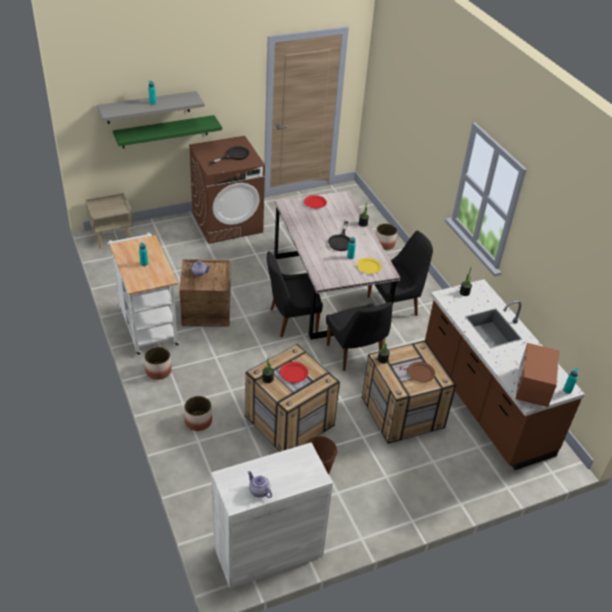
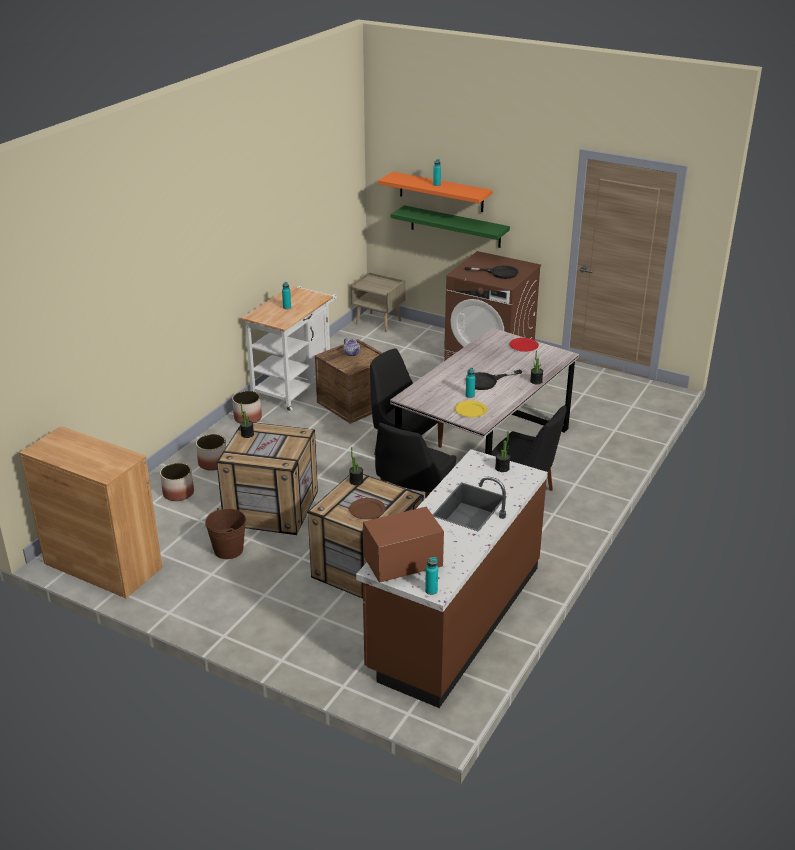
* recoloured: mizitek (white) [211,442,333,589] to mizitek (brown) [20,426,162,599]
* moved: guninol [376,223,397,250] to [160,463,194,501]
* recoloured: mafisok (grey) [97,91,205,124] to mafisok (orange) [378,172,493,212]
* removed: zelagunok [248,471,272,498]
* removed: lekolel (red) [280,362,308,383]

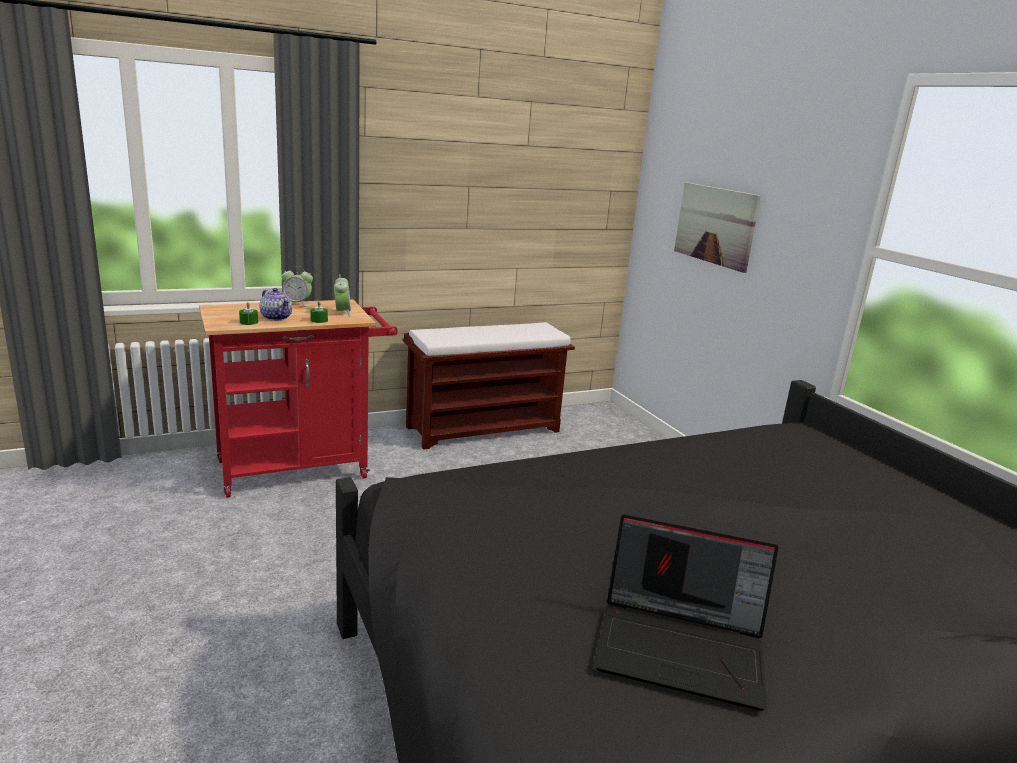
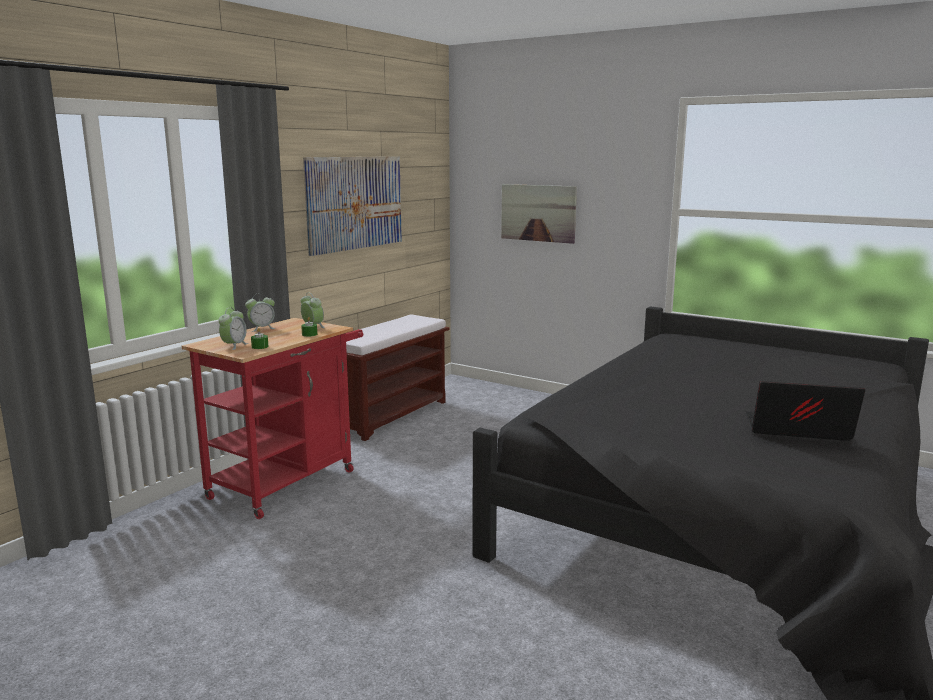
* added: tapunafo [219,307,248,350]
* added: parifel [303,156,402,256]
* turned: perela [594,515,778,711] = [745,381,866,441] 150 degrees counterclockwise
* removed: zelagunok [259,288,292,321]

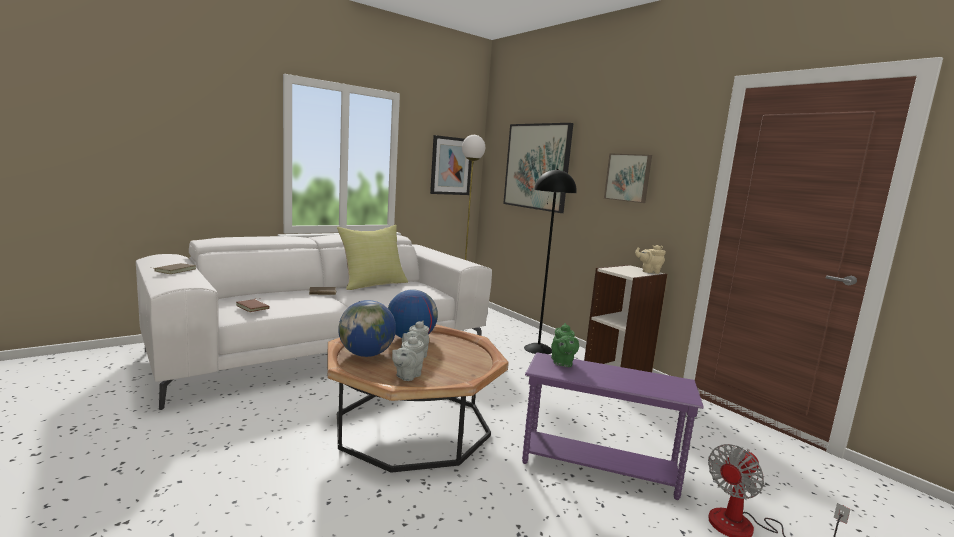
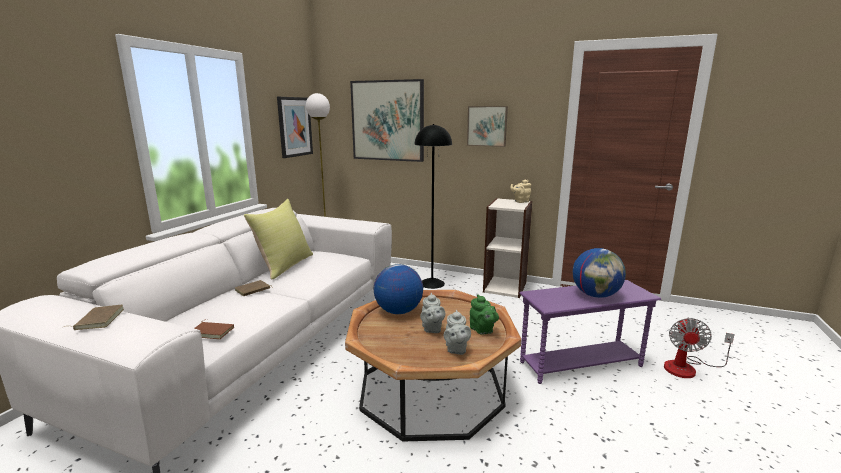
* moved: zelagunok (green) [551,323,579,367] to [470,295,499,335]
* moved: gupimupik [338,300,396,357] to [573,248,626,298]

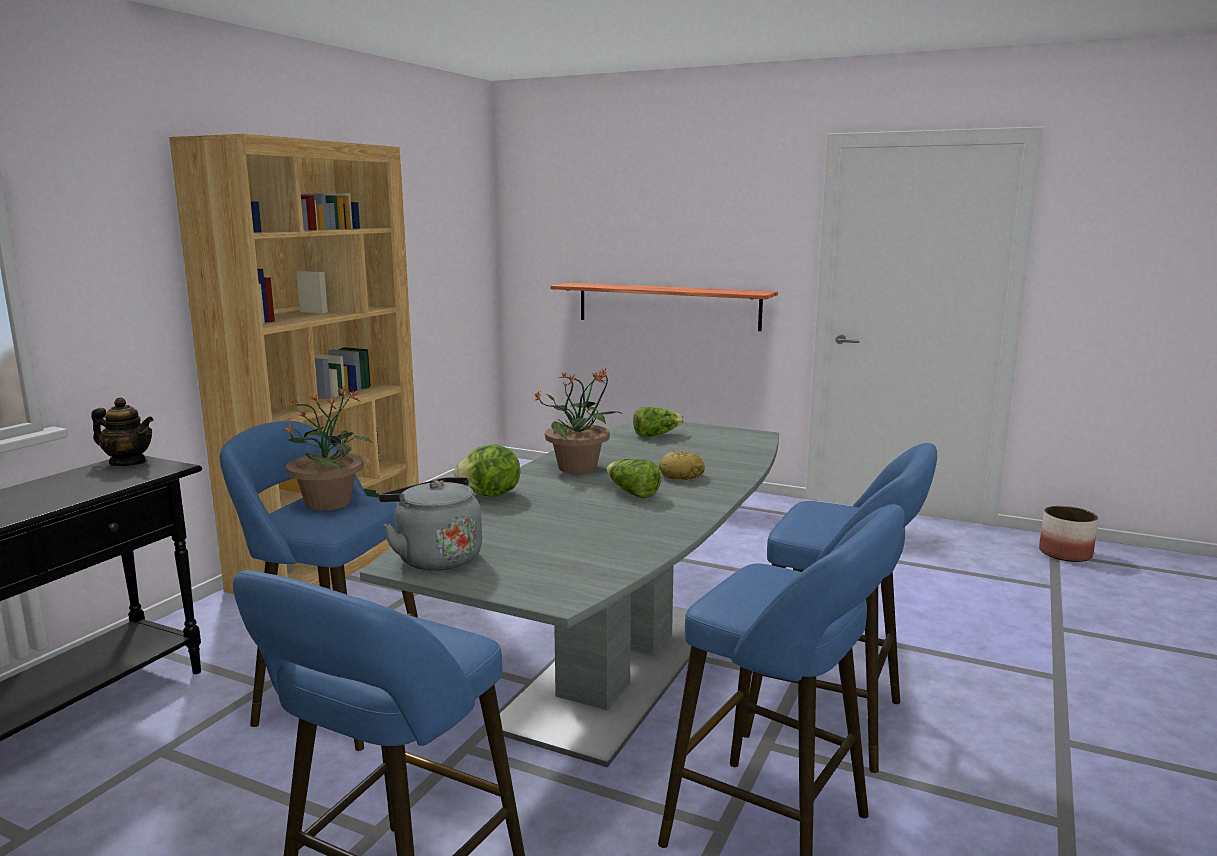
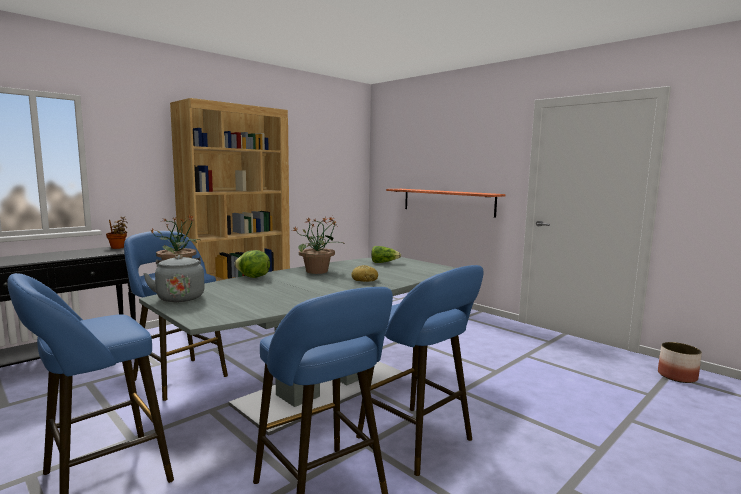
* replaced: zelagunok [92,398,154,466] to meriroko [106,217,128,249]
* removed: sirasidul [607,459,661,499]

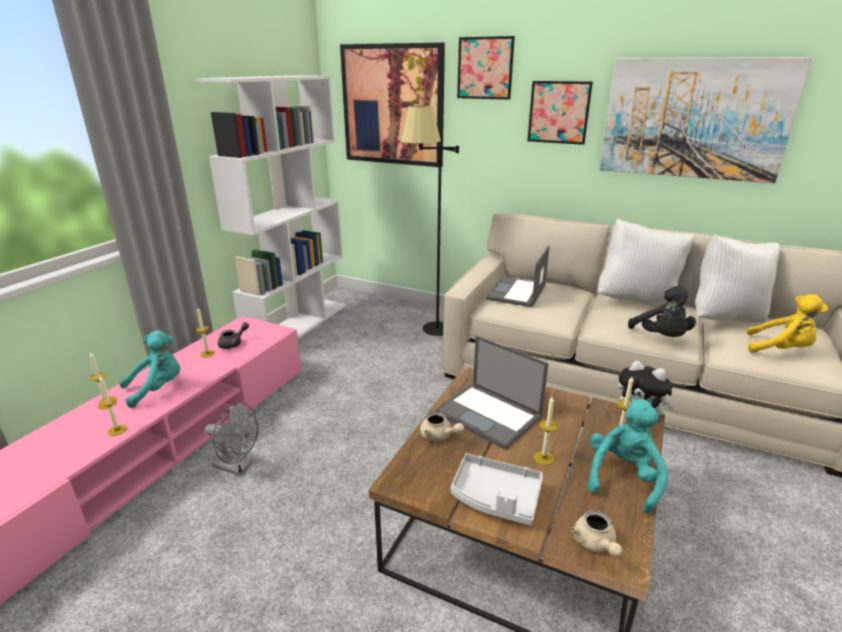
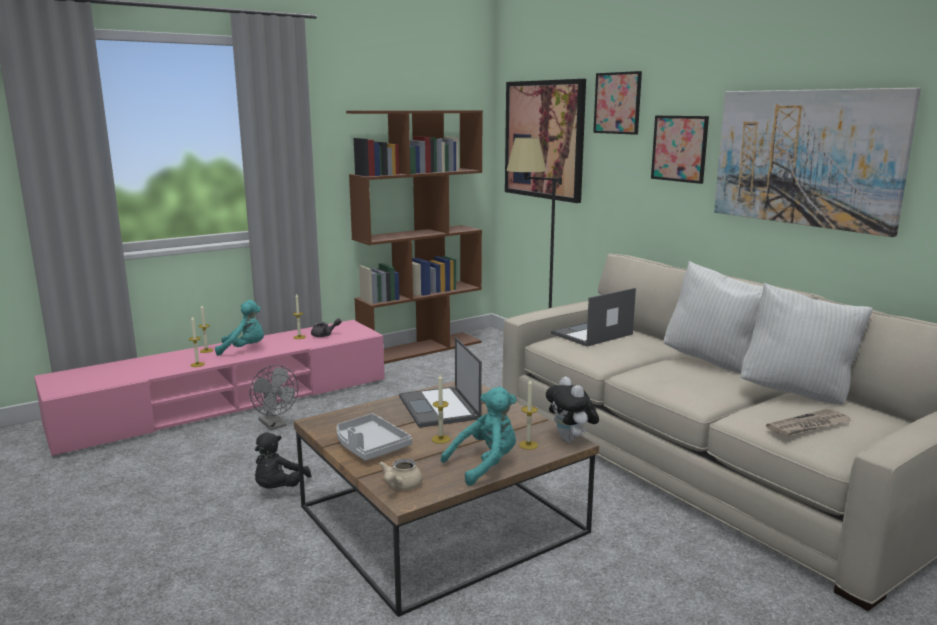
* moved: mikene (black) [628,286,696,337] to [255,432,311,489]
* recoloured: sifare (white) [195,75,346,339] to sifare (brown) [346,110,483,364]
* replaced: mikene (yellow) [746,294,828,353] to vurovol [766,409,852,436]
* removed: zelagunok (beige) [420,412,464,441]

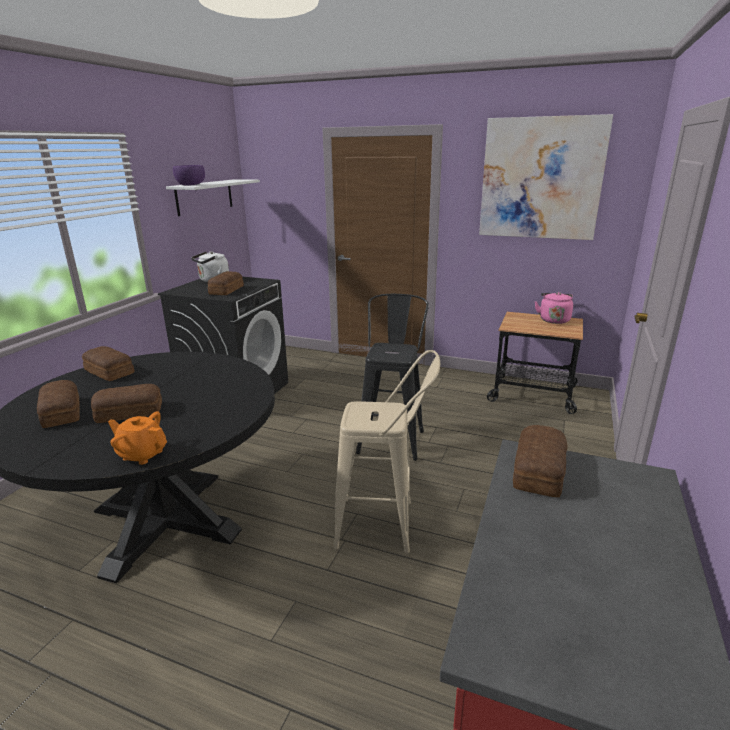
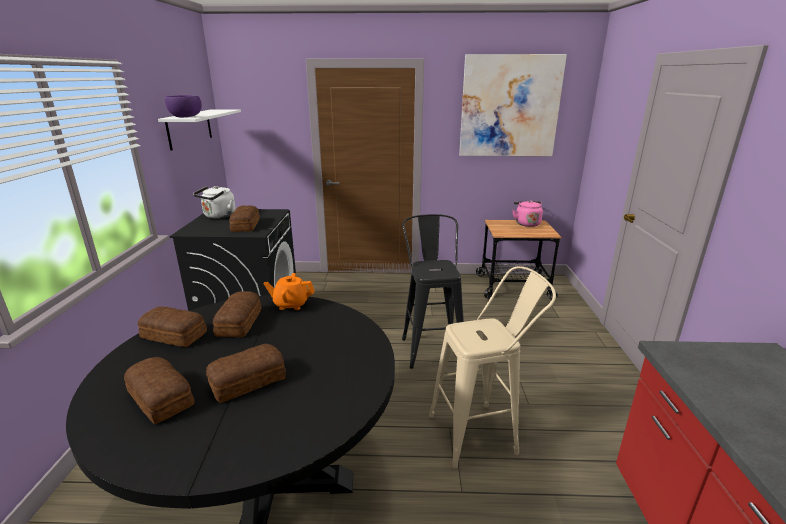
* moved: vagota [513,425,568,497] to [213,291,262,337]
* moved: zelagunok (orange) [108,411,167,465] to [264,273,315,310]

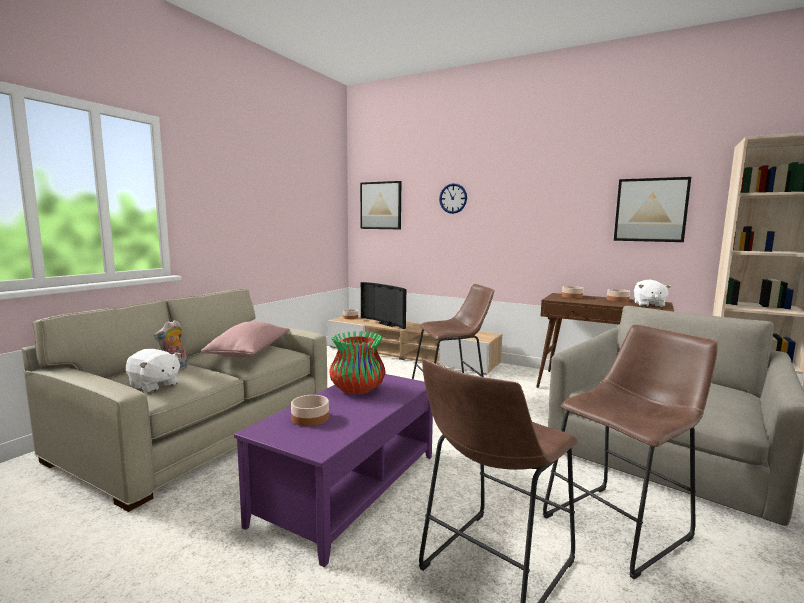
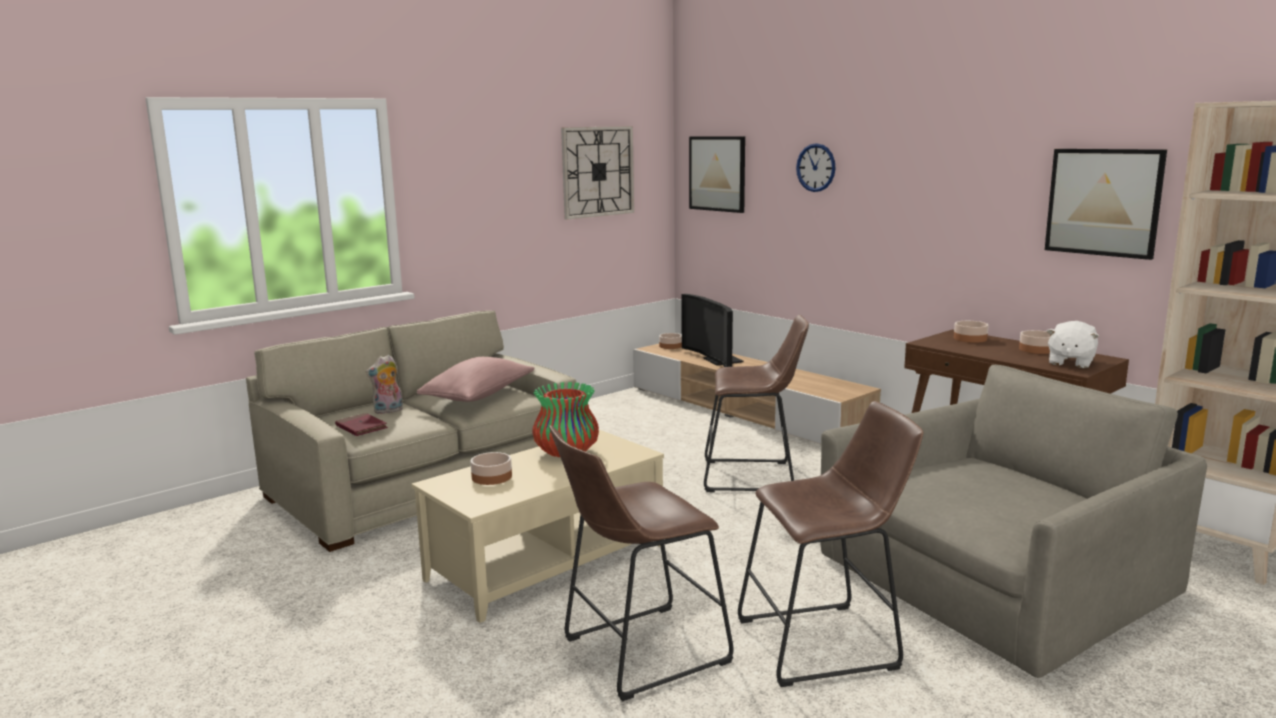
* replaced: mikene (white) [126,349,181,393] to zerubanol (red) [335,413,388,436]
* recoloured: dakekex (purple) [234,374,433,567] to dakekex (beige) [411,430,664,623]
* added: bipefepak [561,126,634,220]

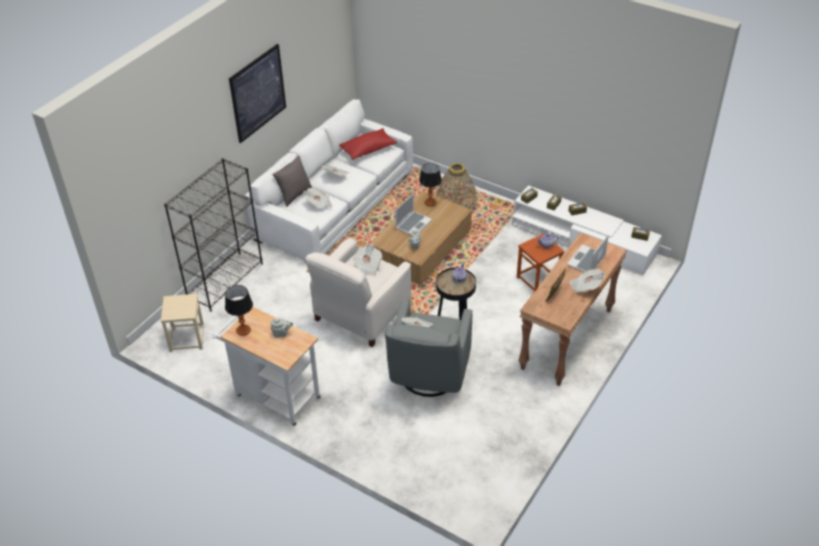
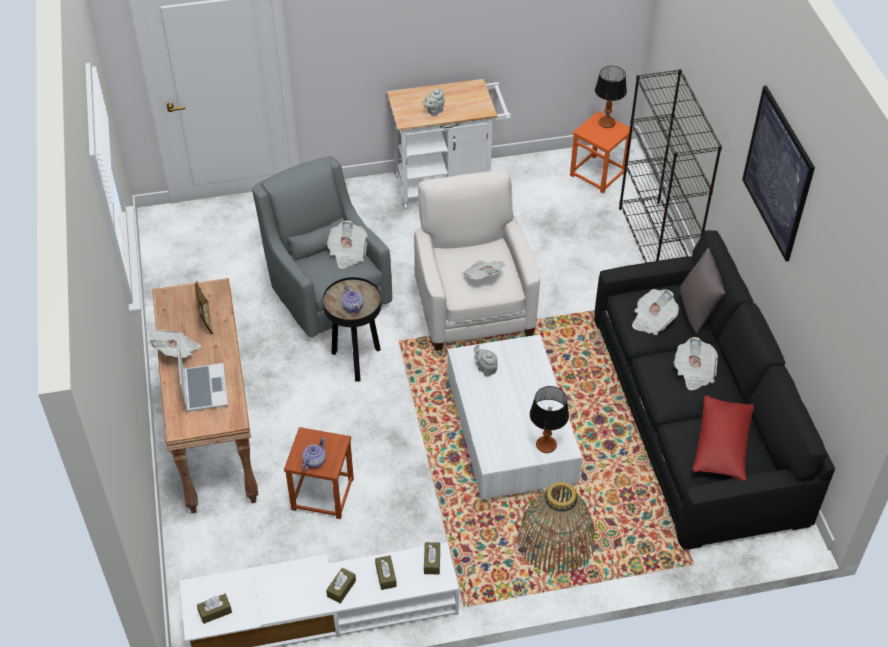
* recoloured: dakekex (brown) [370,191,472,285] to dakekex (white) [448,335,582,500]
* recoloured: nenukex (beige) [161,294,204,352] to nenukex (orange) [570,111,634,193]
* recoloured: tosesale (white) [245,99,413,263] to tosesale (black) [594,230,835,550]
* moved: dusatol [225,285,253,336] to [595,66,627,128]
* removed: perela [395,194,432,235]

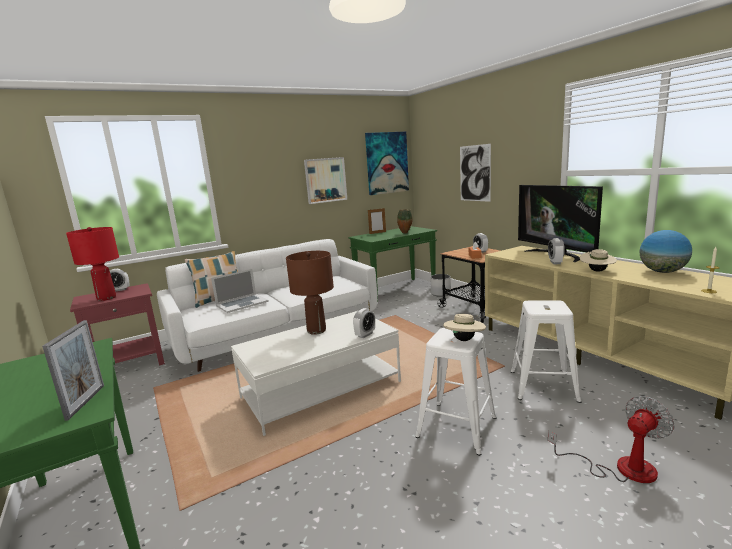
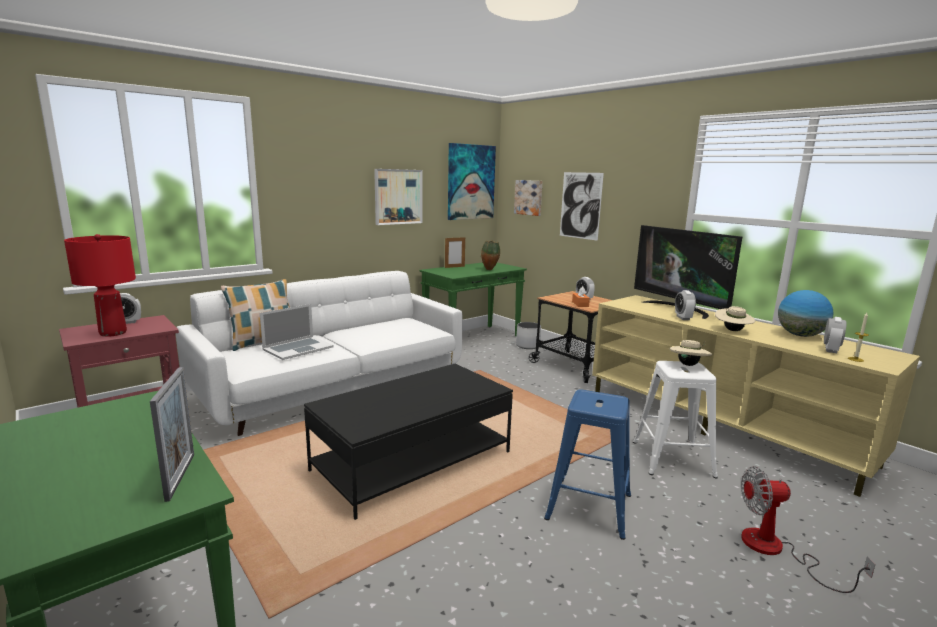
* recoloured: dakekex (white) [231,311,401,436] to dakekex (black) [304,364,513,520]
* added: parifel [514,180,543,216]
* recoloured: nenukex (white) [415,328,497,456] to nenukex (blue) [544,390,631,540]
* moved: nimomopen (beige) [443,314,486,341] to [670,340,712,366]
* turned: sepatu [548,396,675,483] = [741,466,875,593] 135 degrees counterclockwise
* moved: tapunafo [353,308,375,338] to [824,317,847,353]
* removed: dusatol (brown) [286,251,334,335]

